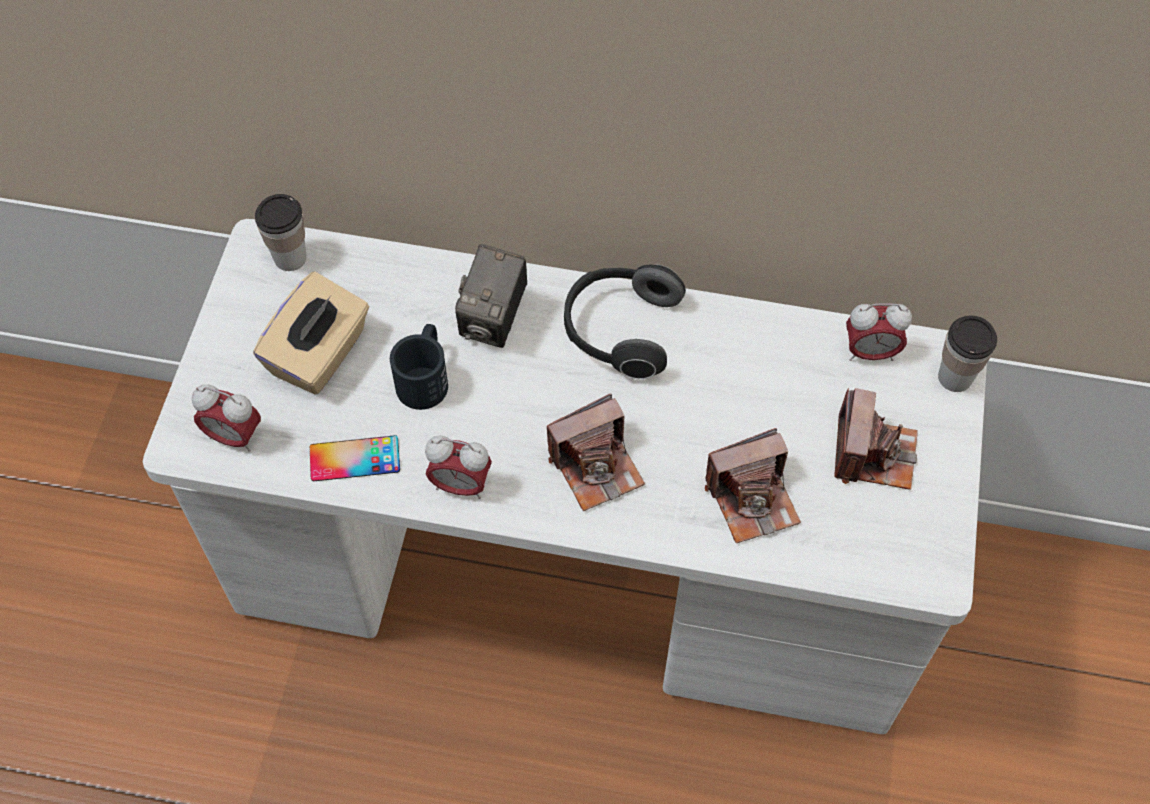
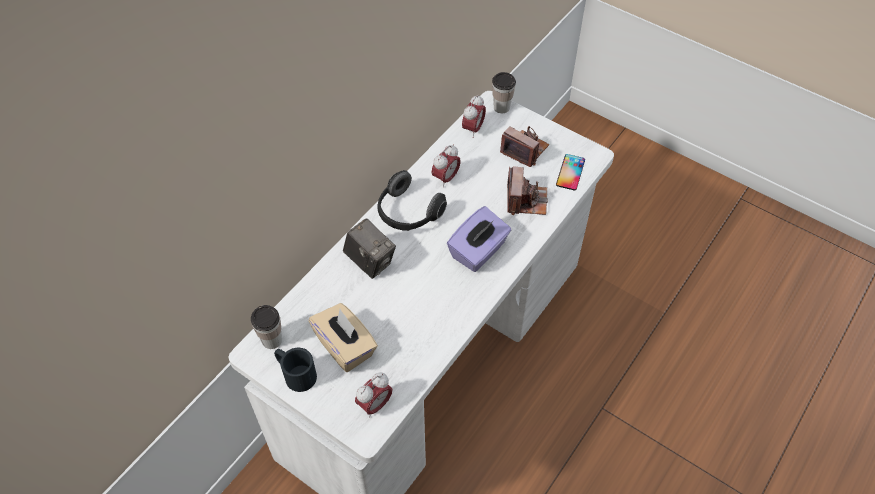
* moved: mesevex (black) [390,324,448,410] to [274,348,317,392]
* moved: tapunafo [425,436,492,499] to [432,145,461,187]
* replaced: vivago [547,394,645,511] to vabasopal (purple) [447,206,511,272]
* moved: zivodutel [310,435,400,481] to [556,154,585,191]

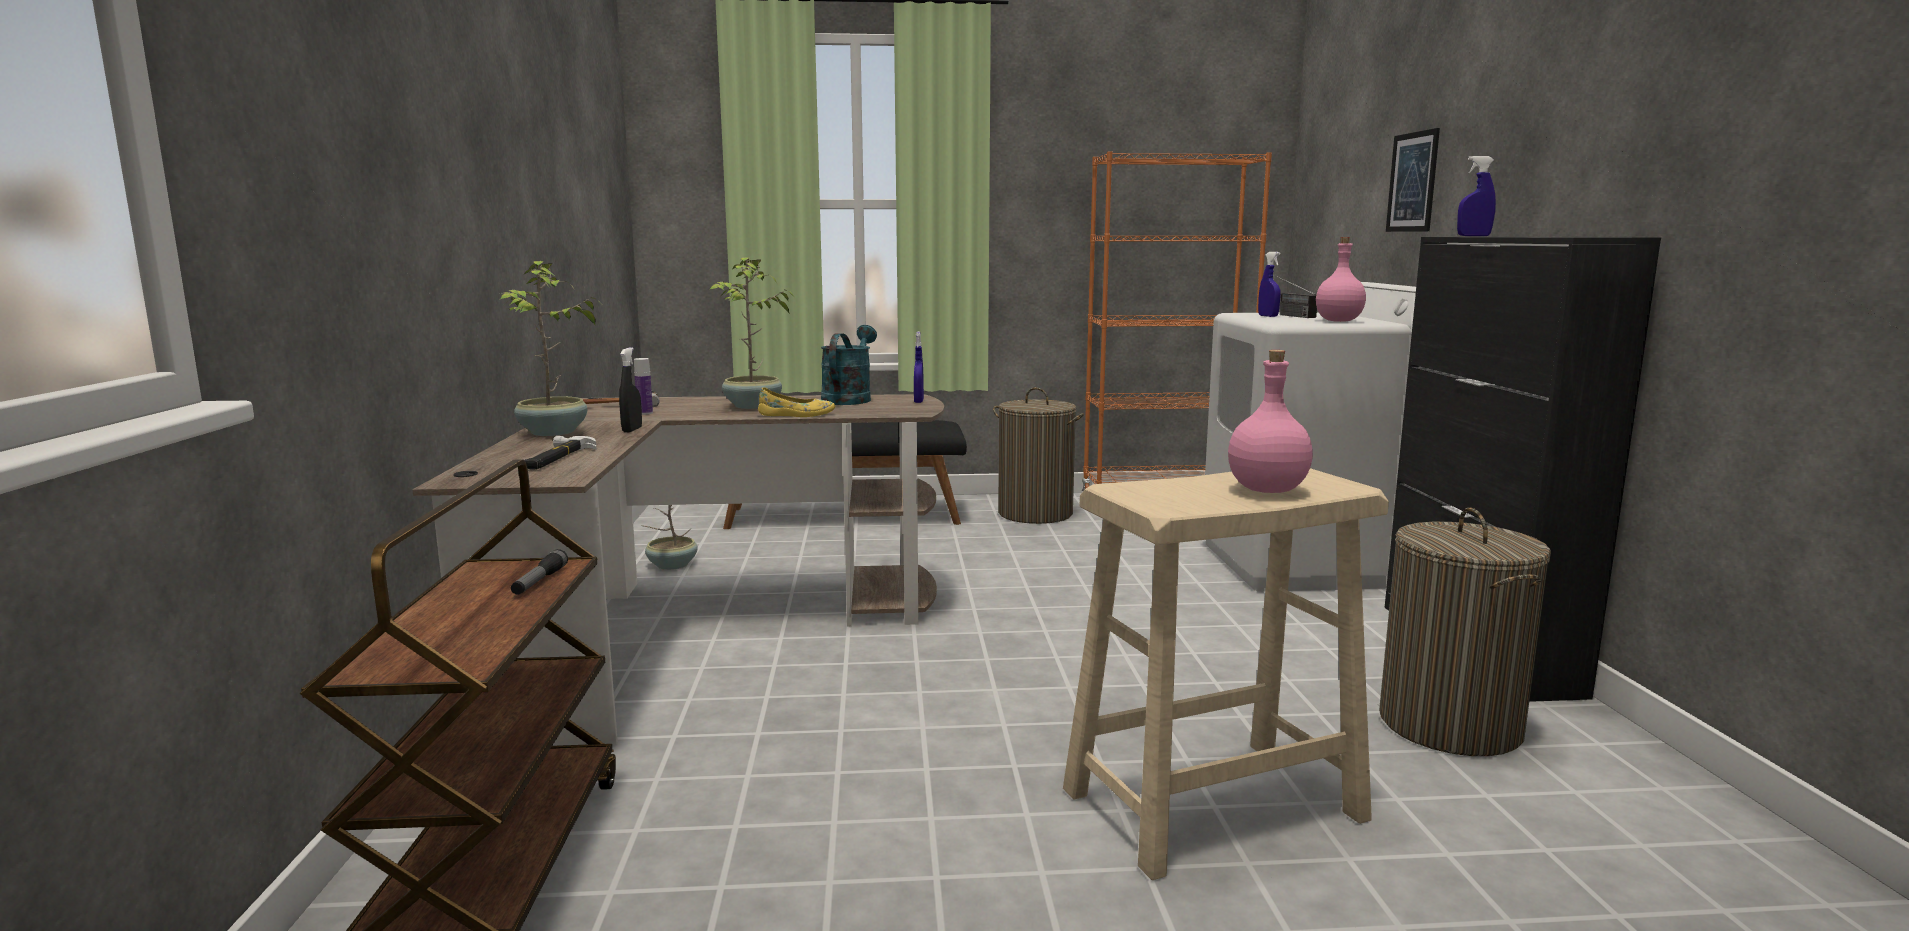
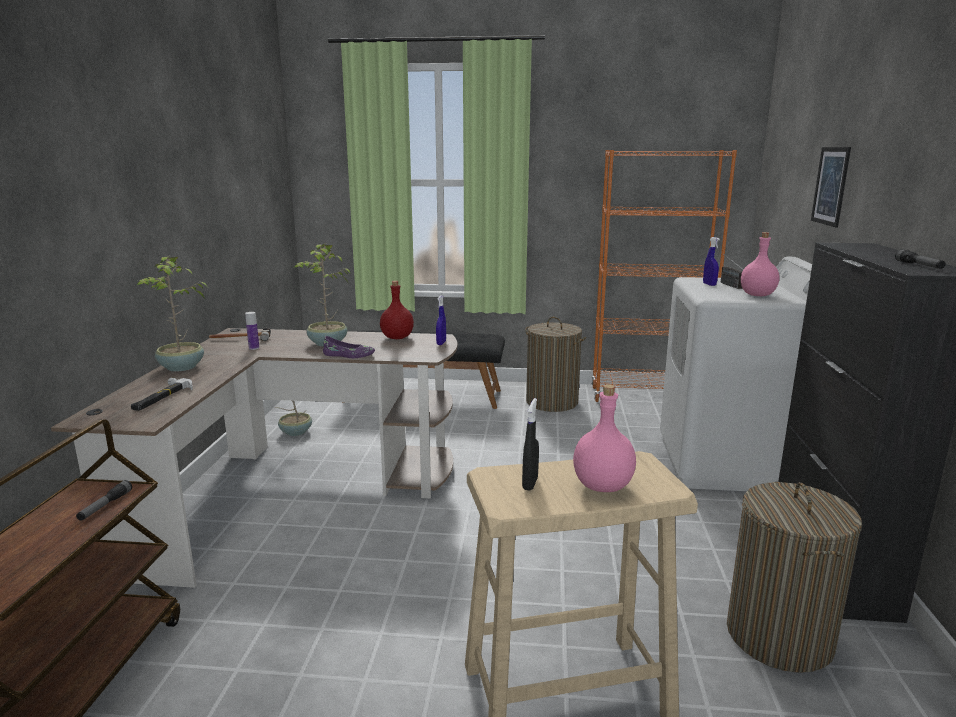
* recoloured: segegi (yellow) [758,387,835,417] to segegi (purple) [323,336,375,358]
* replaced: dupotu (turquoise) [821,325,877,405] to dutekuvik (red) [380,281,414,339]
* moved: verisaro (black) [619,348,642,432] to [522,398,539,491]
* added: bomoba [895,249,946,269]
* removed: verisaro (blue) [1457,156,1496,236]

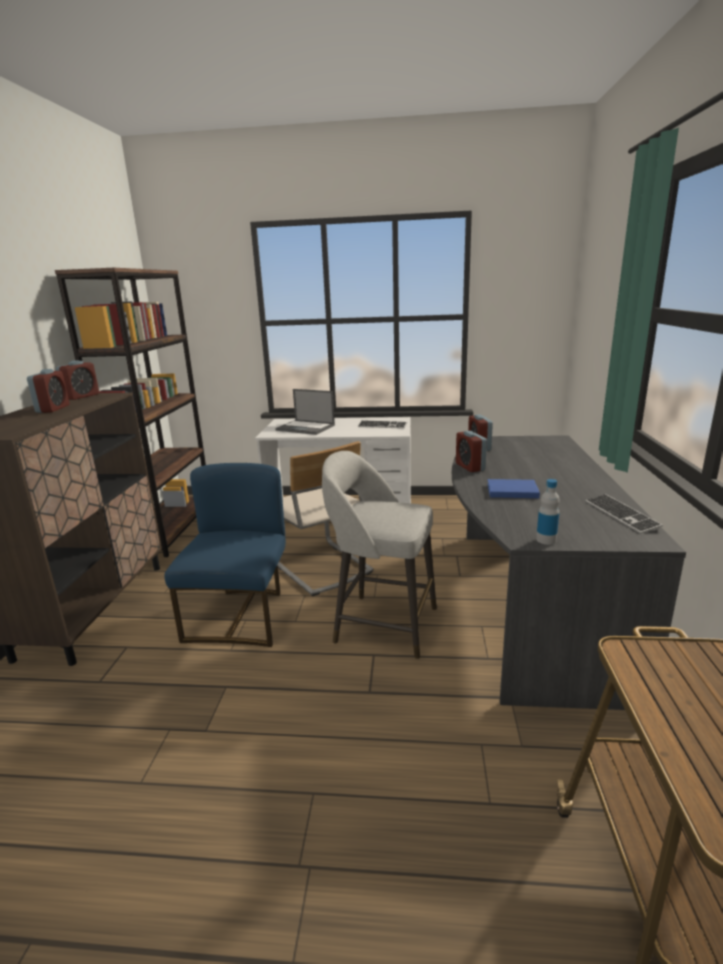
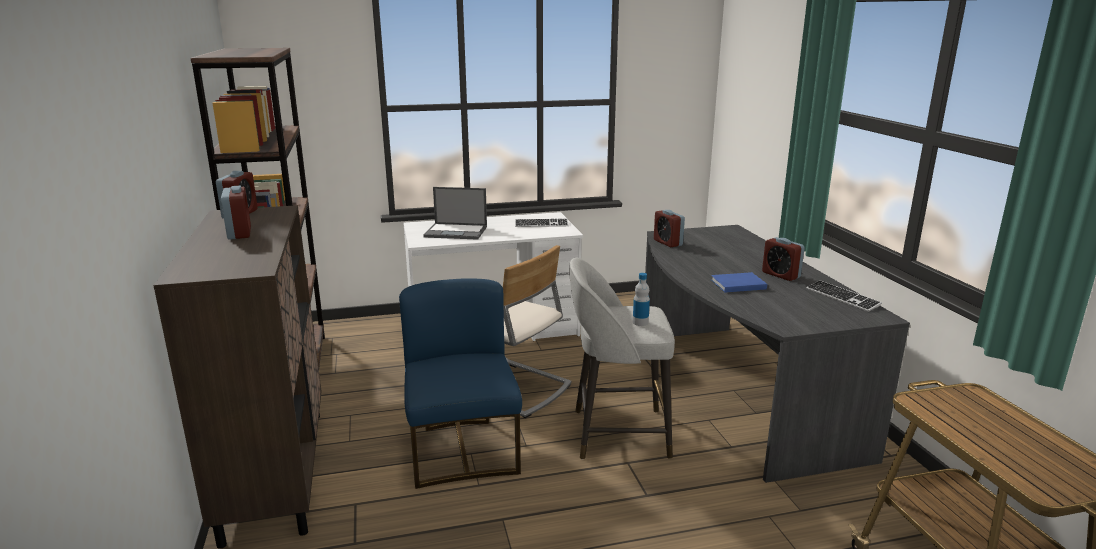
* moved: dutekuvik [536,479,560,545] to [633,273,650,326]
* moved: tapunafo [456,431,487,472] to [762,237,805,281]

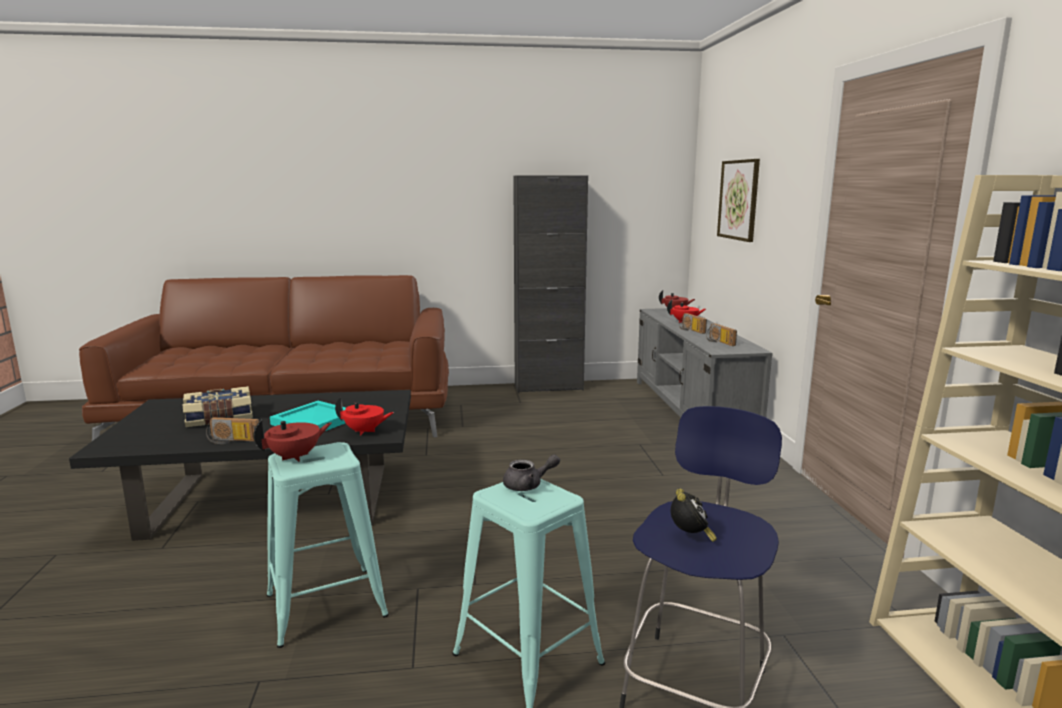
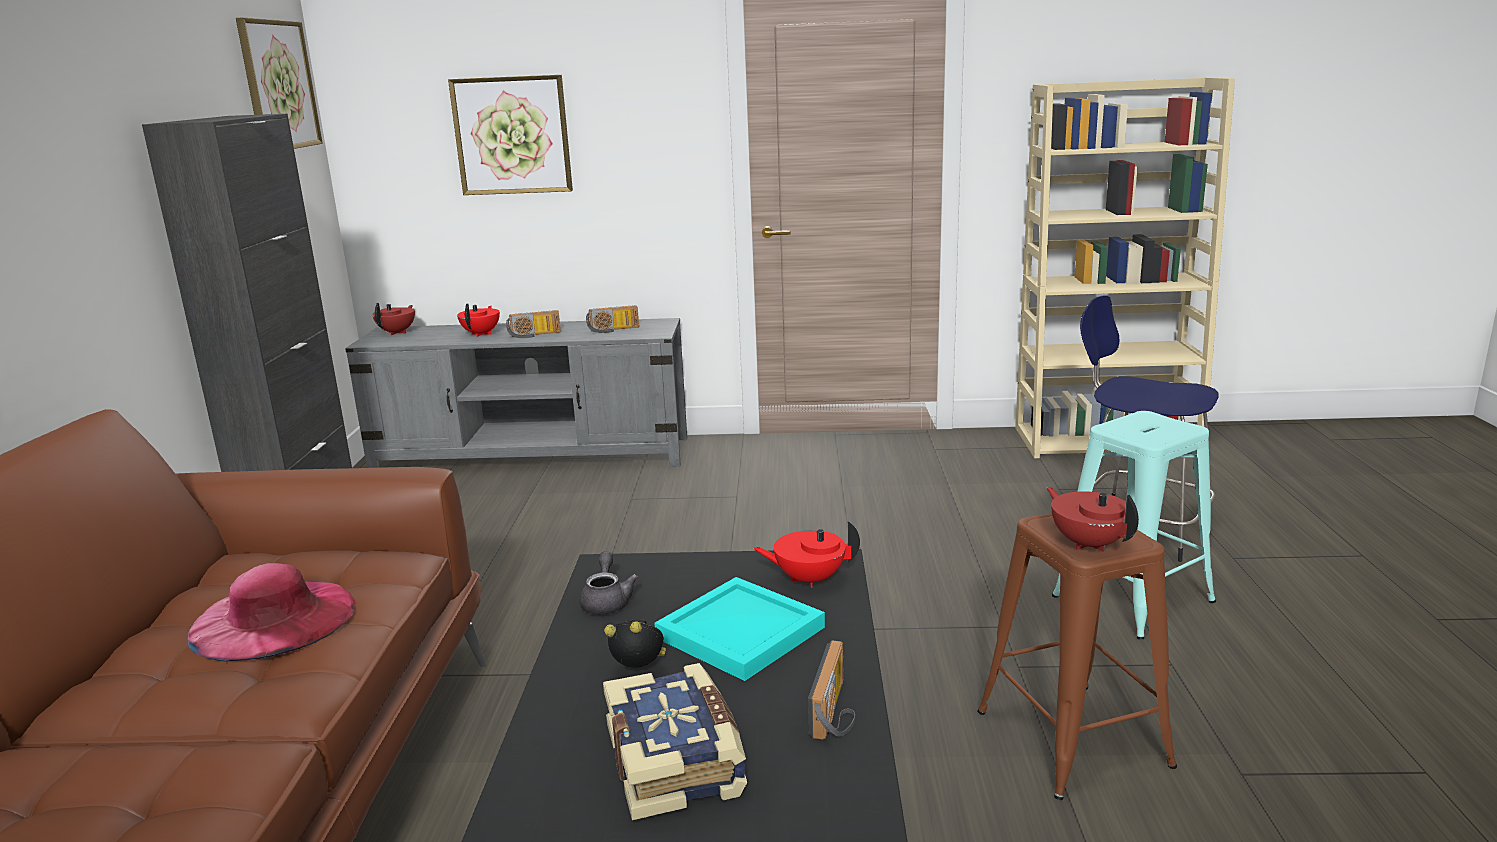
* added: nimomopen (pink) [187,563,355,662]
* added: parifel [236,17,323,149]
* moved: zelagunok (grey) [503,454,560,491] to [580,551,638,615]
* moved: tapunafo [671,489,717,542] to [604,620,666,668]
* turned: zelagunok (red) [335,397,394,435] = [753,521,860,588] 105 degrees counterclockwise
* recoloured: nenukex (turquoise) [267,442,389,648] to nenukex (brown) [977,514,1177,800]

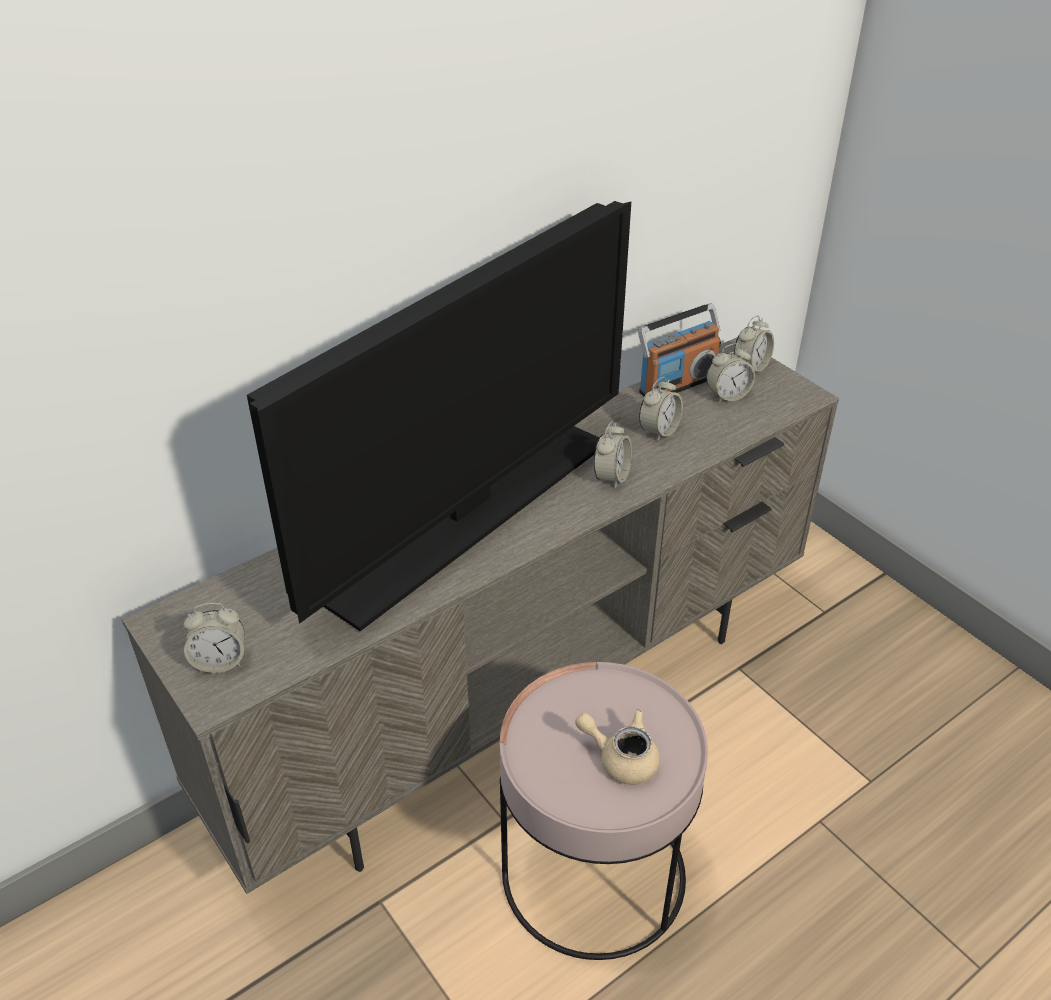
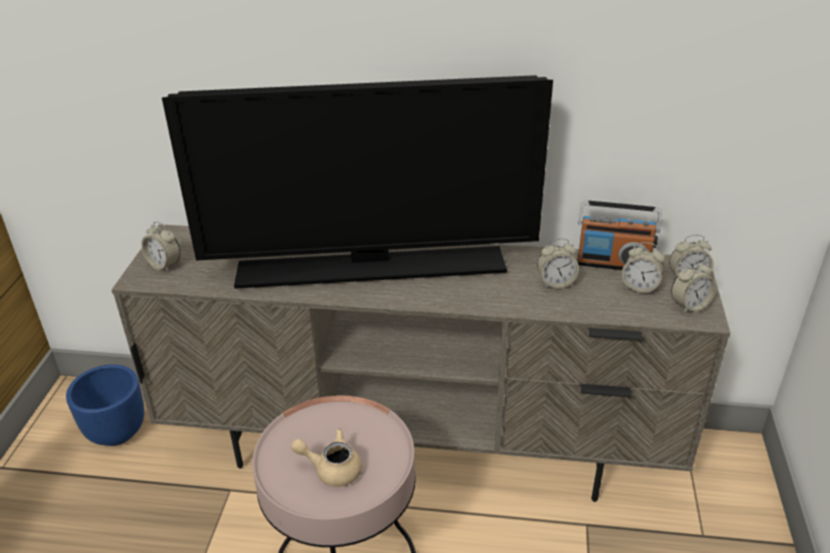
* added: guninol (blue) [66,364,144,446]
* turned: zelagunok (beige) [575,709,660,785] = [291,429,362,487] 60 degrees counterclockwise
* moved: tapunafo [594,421,632,489] to [671,260,716,314]

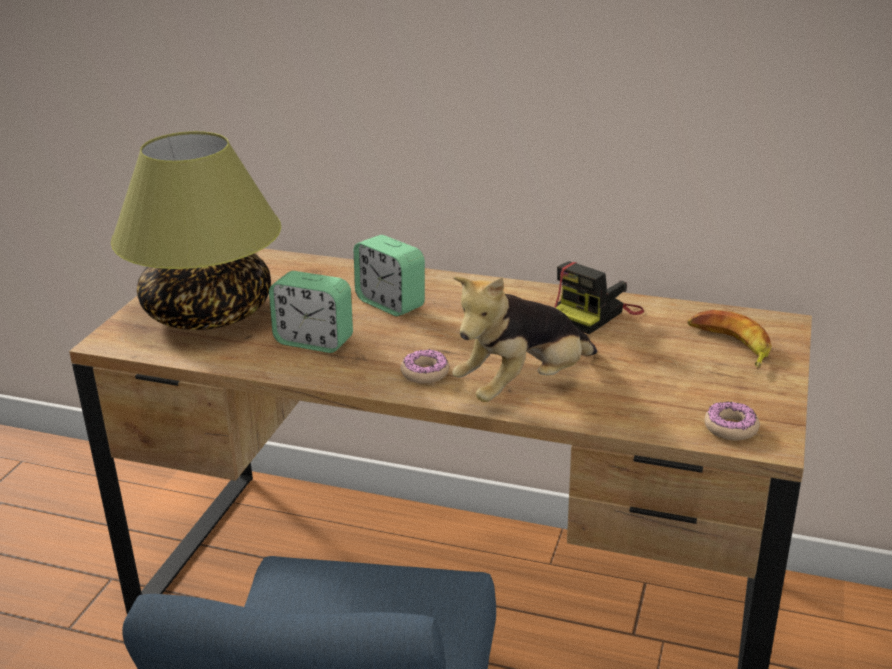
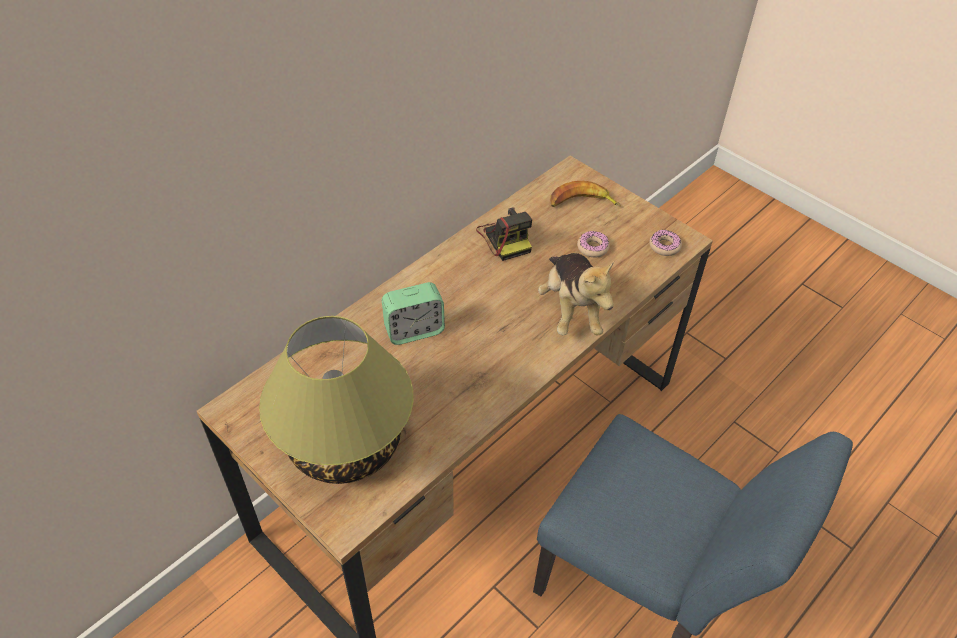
* moved: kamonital [400,350,449,383] to [577,231,610,257]
* removed: tapunafo [269,271,353,353]

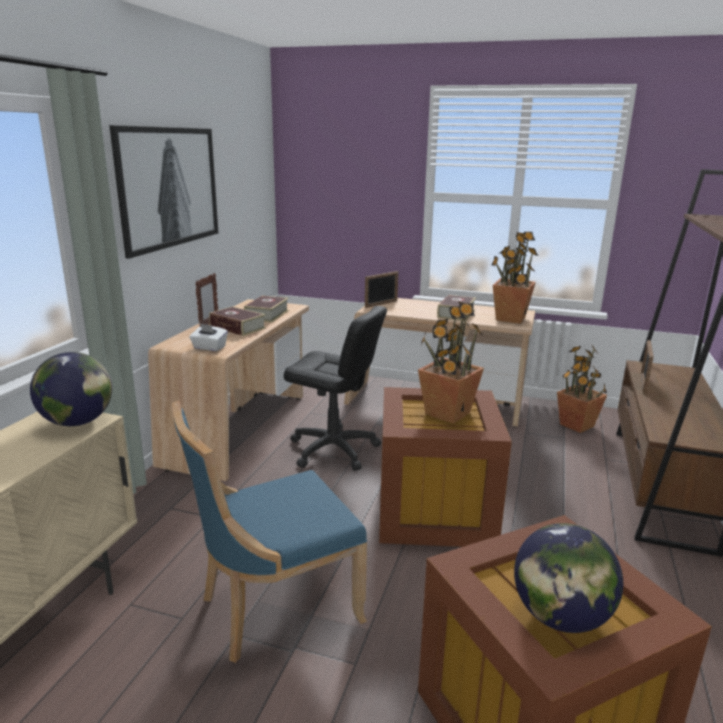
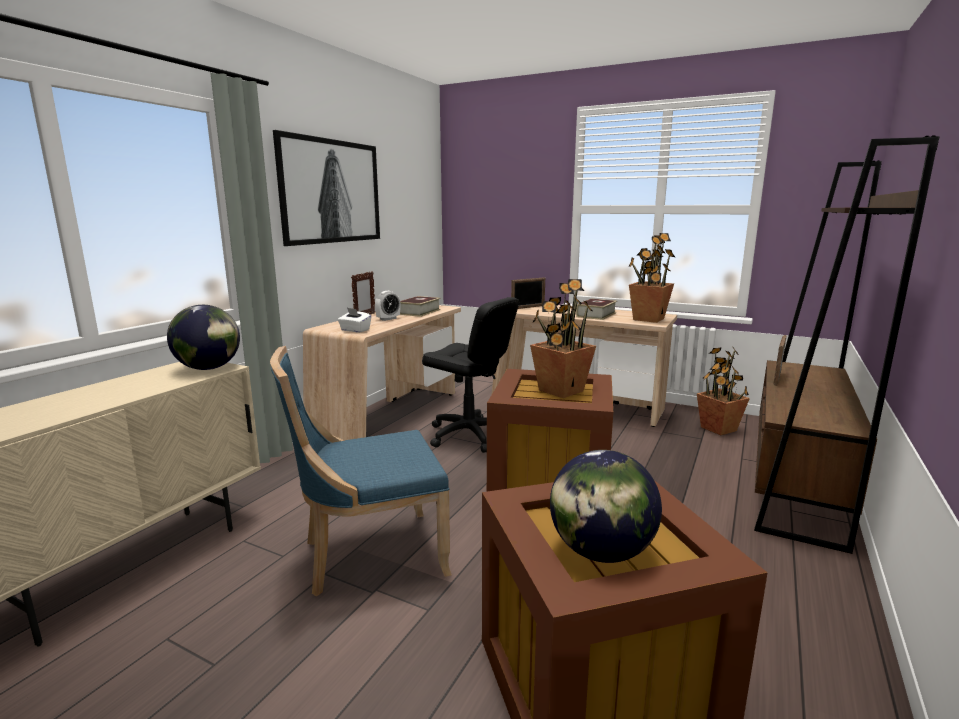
* replaced: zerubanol [209,306,266,336] to tapunafo [375,291,400,321]

